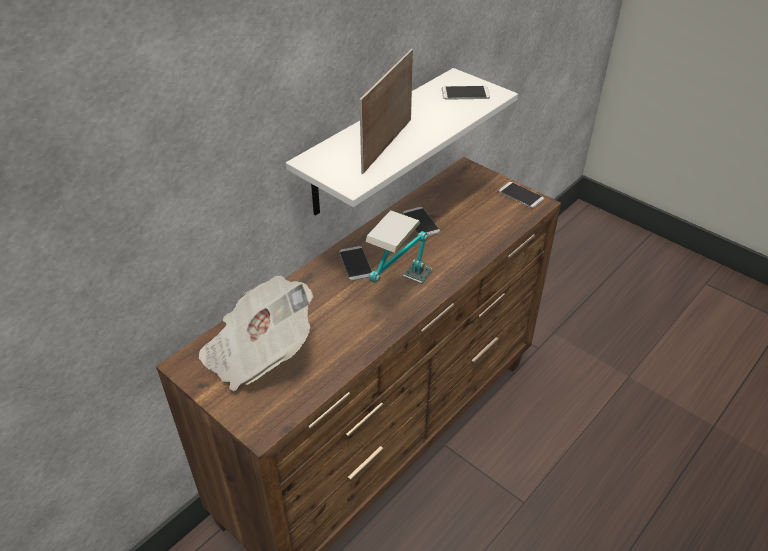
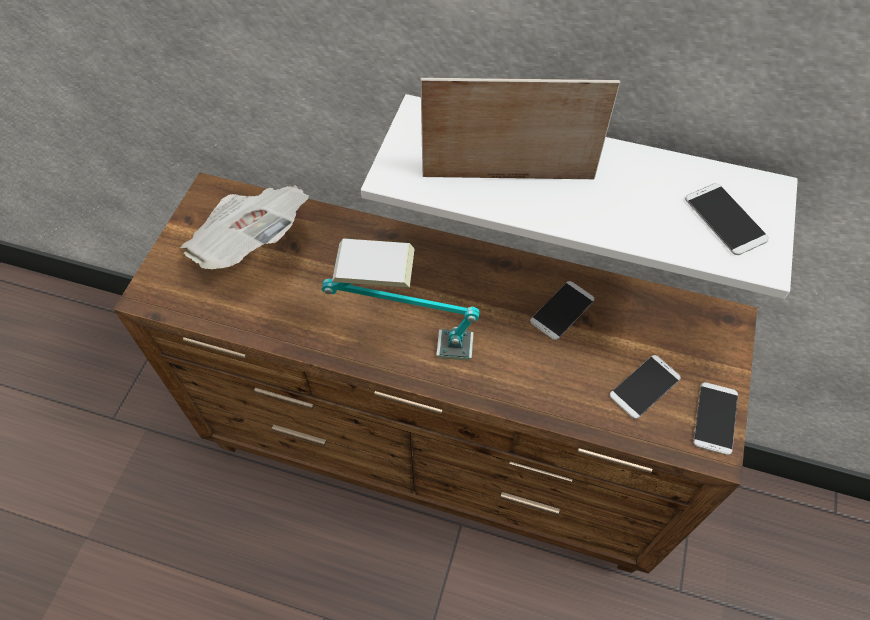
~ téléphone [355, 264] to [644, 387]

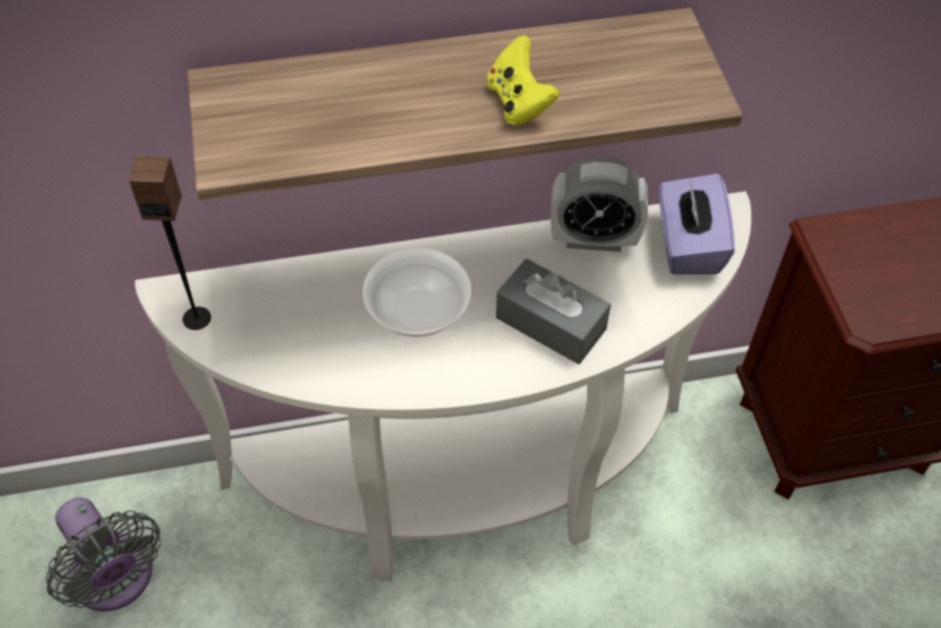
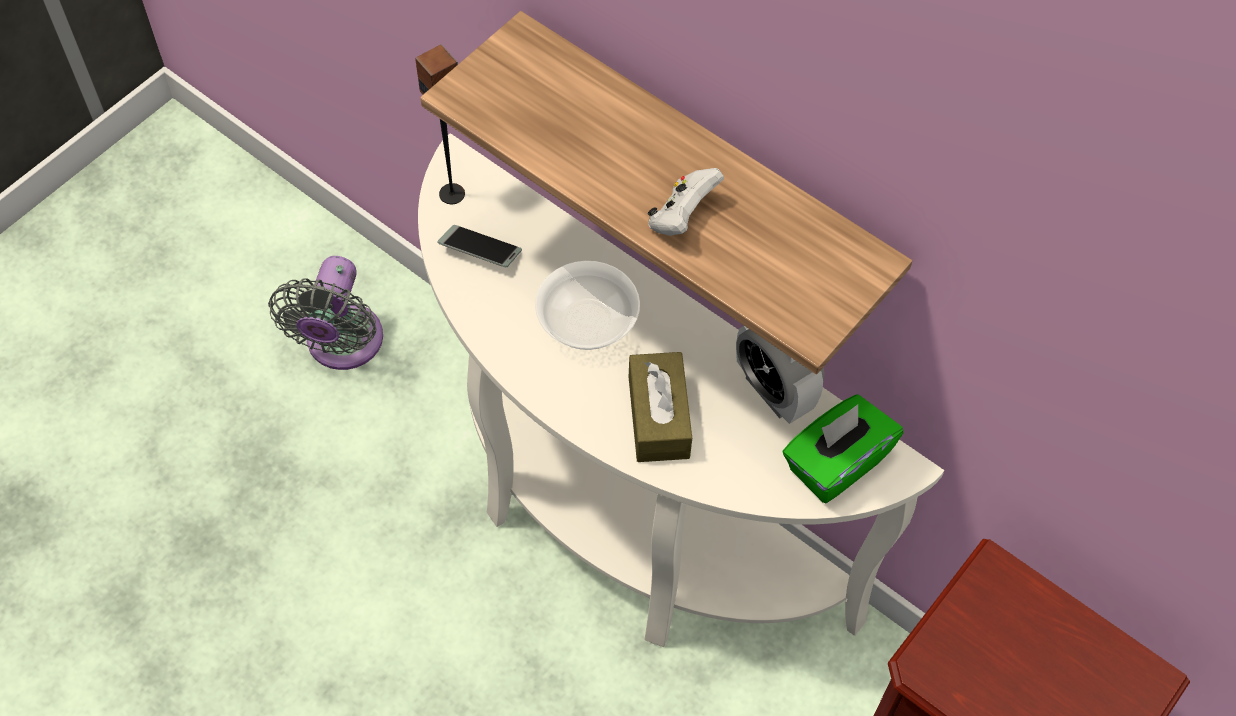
~ manette (jaune) [518, 102] to manette (blanc) [682, 217]
~ boîte à mouchoirs (gris) [550, 323] to boîte à mouchoirs (marron) [658, 417]
~ boîte à mouchoirs (violet) [688, 245] to boîte à mouchoirs (vert) [836, 463]
+ téléphone [480, 251]

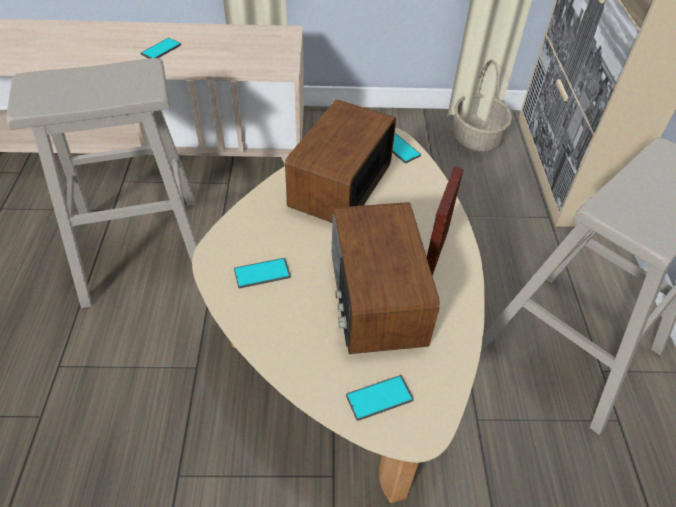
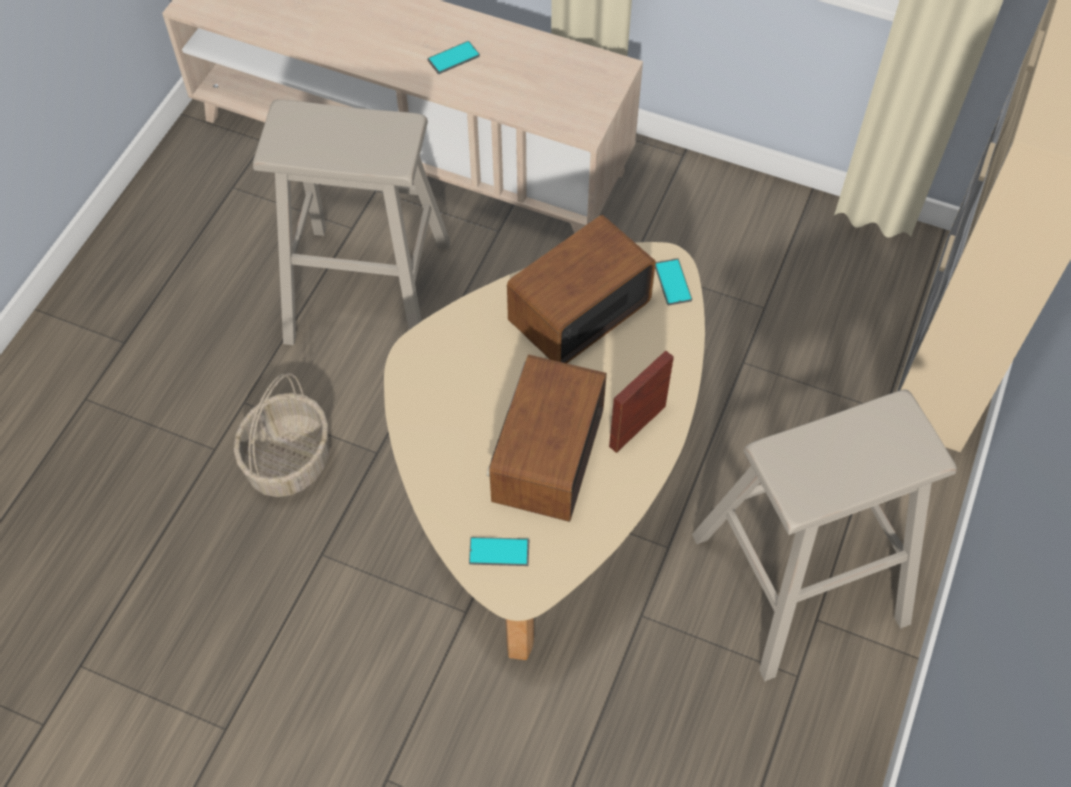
- téléphone [262, 273]
~ panier [475, 137] to [288, 460]

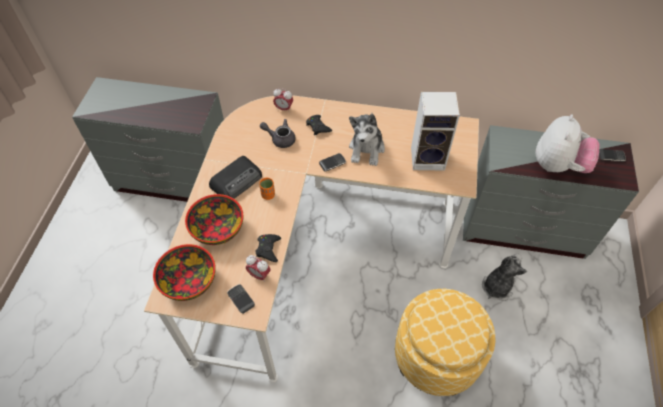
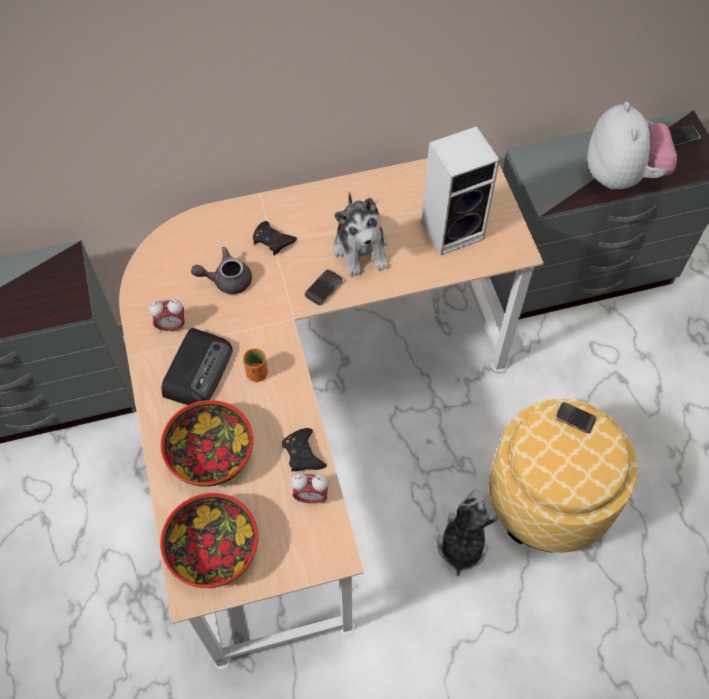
~ téléphone [241, 299] to [574, 419]
~ réveil [284, 108] to [171, 326]
~ peluche [497, 286] to [462, 543]

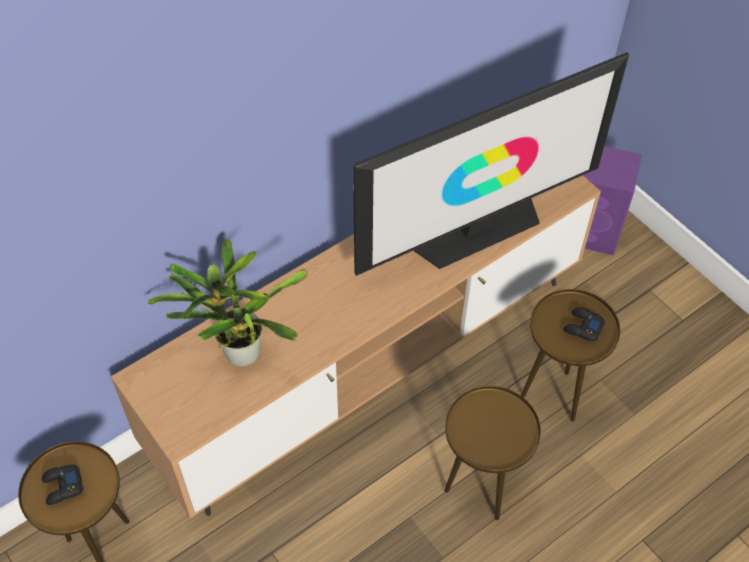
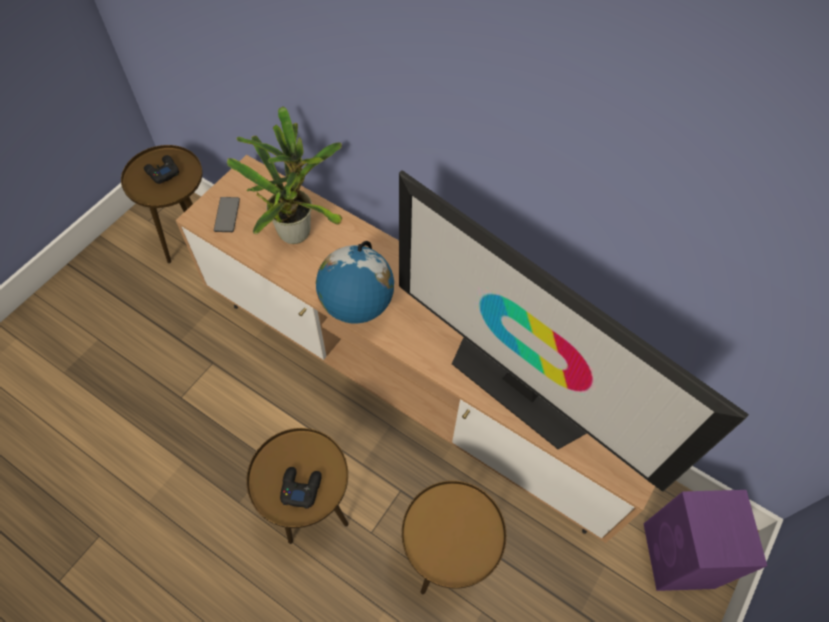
~ manette (noir) [582, 327] to [300, 488]
+ téléphone [227, 215]
+ globe [357, 313]

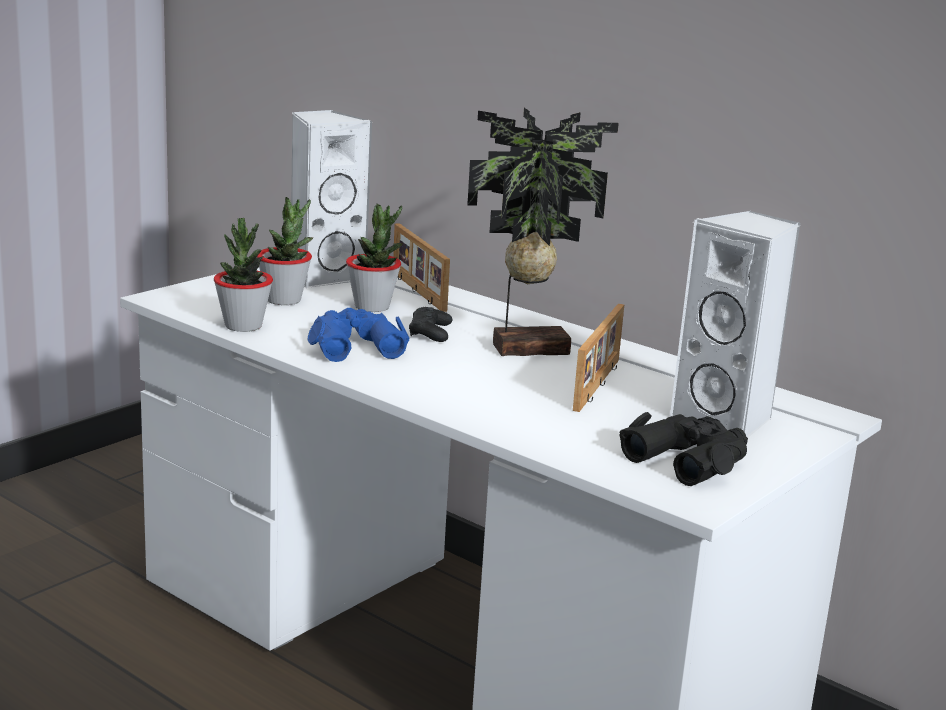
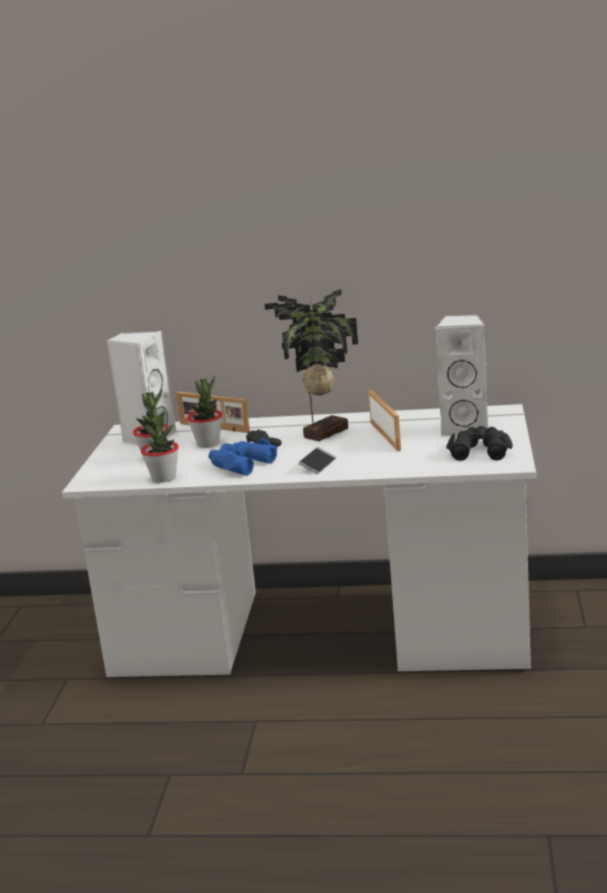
+ téléphone [318, 465]

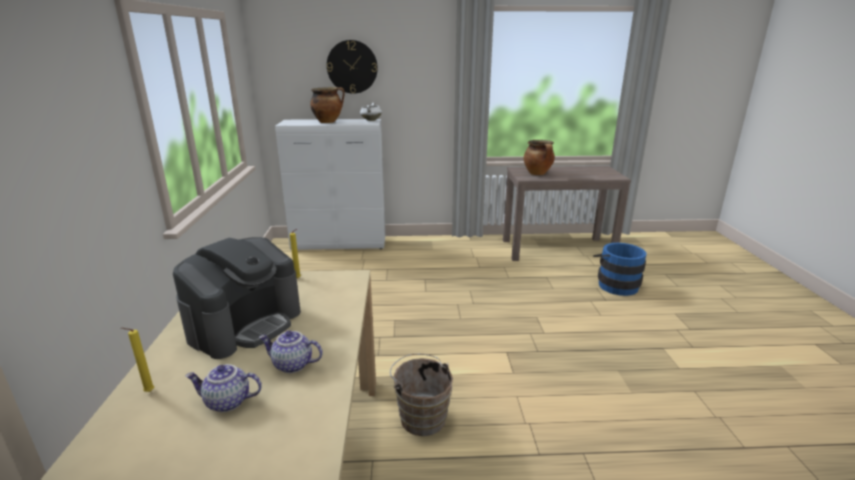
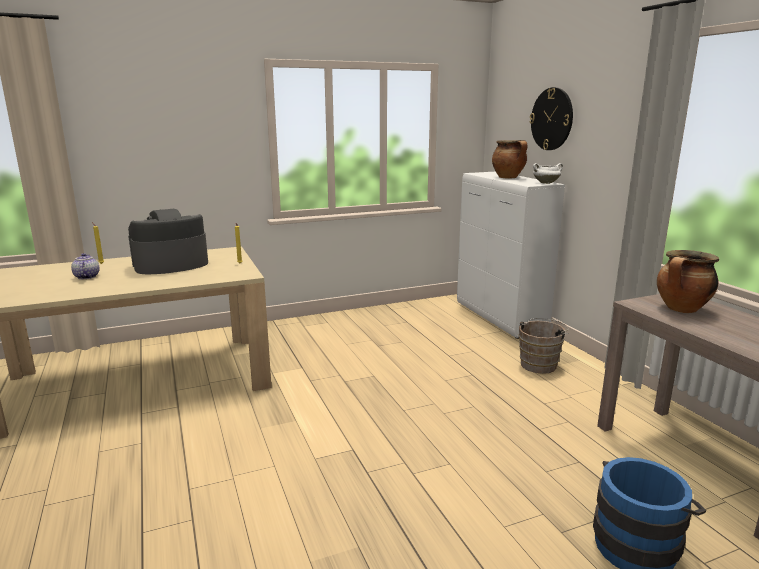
~ machine à café [245, 324] = [170, 265] 135 degrees clockwise
- théière [292, 365]
~ seau (marron) [421, 416] to [539, 364]

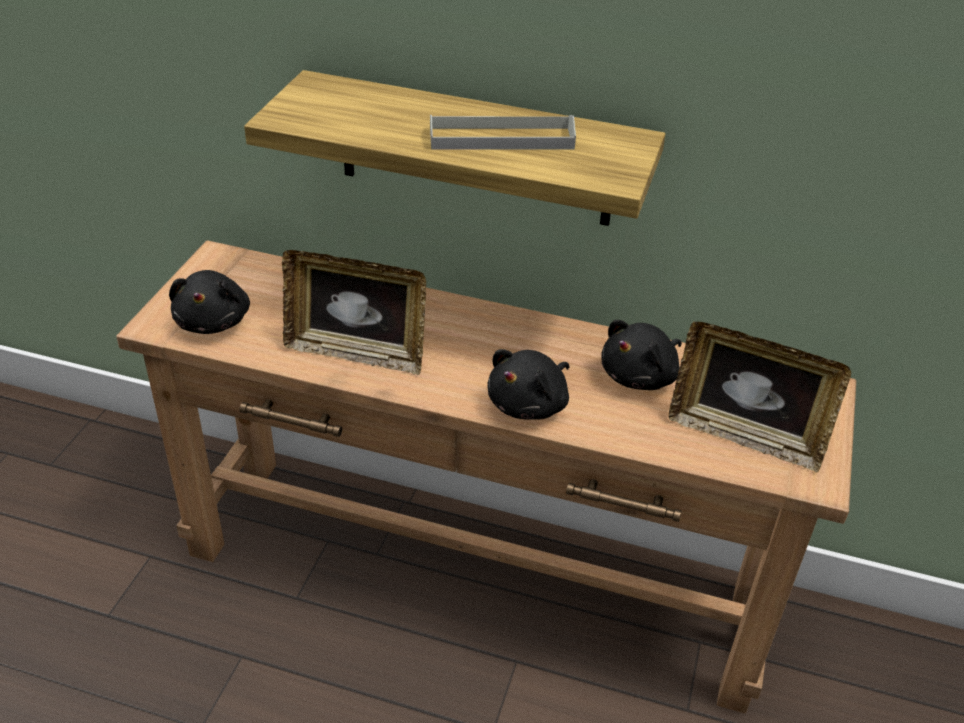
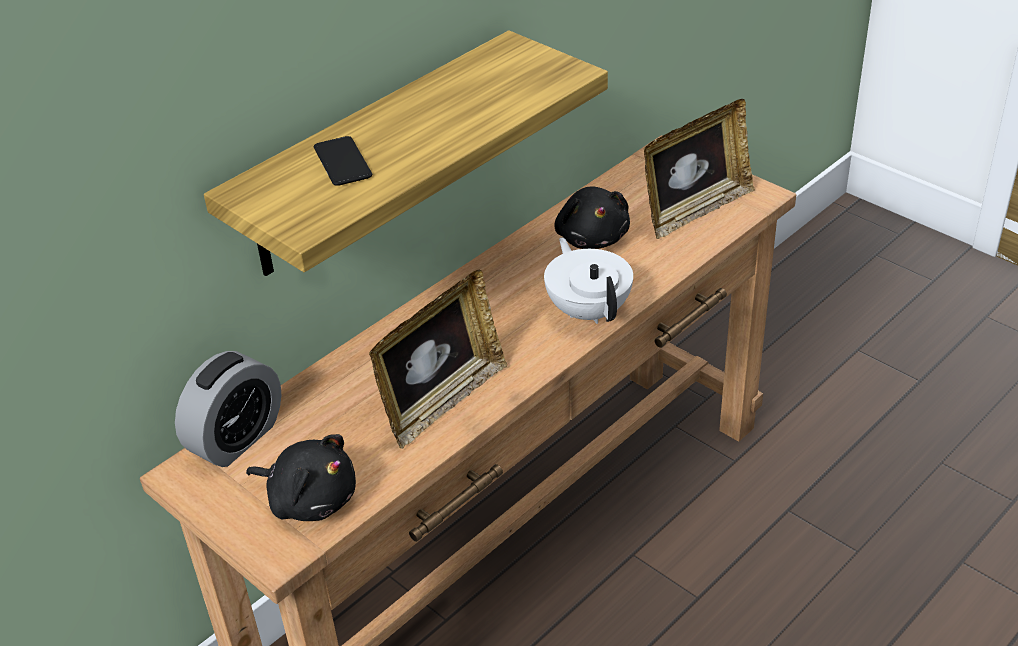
- plateau (gris) [501, 138]
~ peluche (noir) [530, 404] to théière (blanc) [589, 310]
+ réveil [236, 439]
+ téléphone [342, 162]

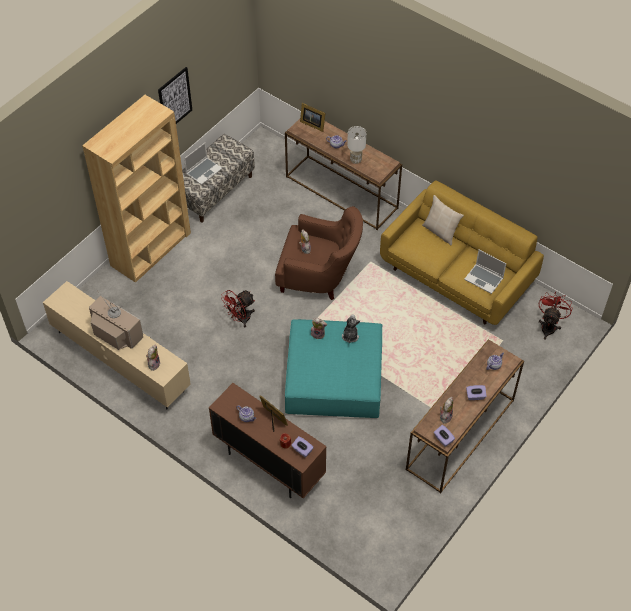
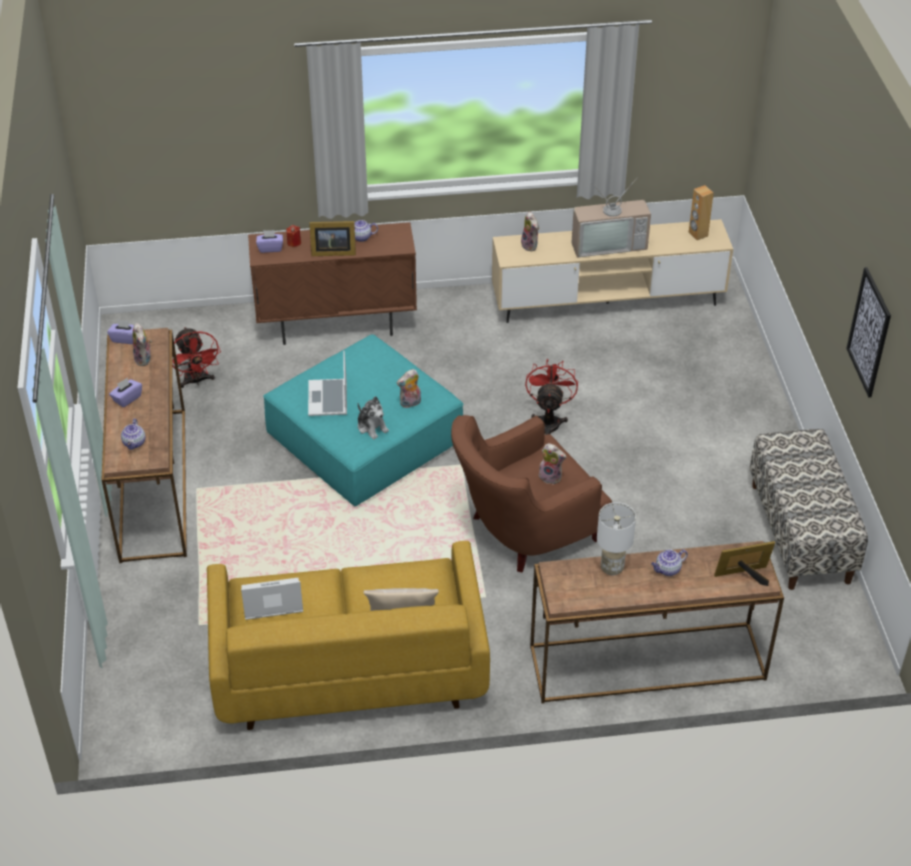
- bibliothèque (marron) [151, 249]
~ ordinateur portable [204, 171] to [329, 399]
~ ventilateur (rouge) [549, 326] to [196, 381]
+ enceinte (marron) [698, 234]

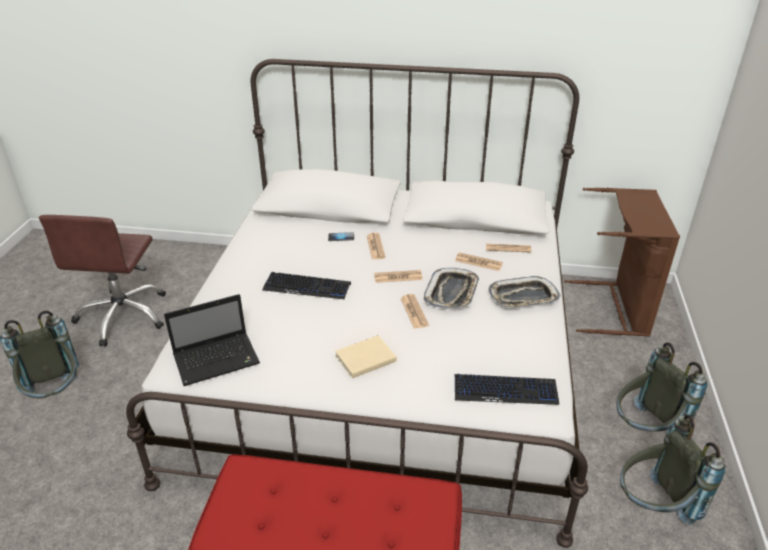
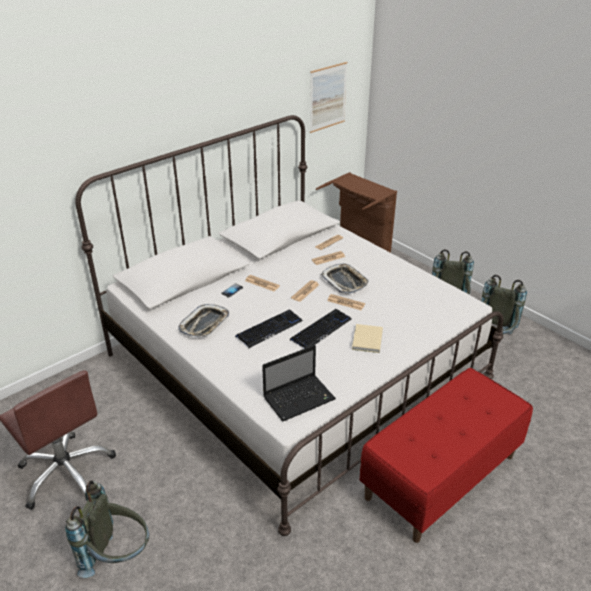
~ ordinateur portable [218, 359] = [300, 398] 45 degrees clockwise
~ clavier [505, 390] to [321, 329]
~ plateau [523, 297] to [205, 324]
+ tableau [328, 97]

